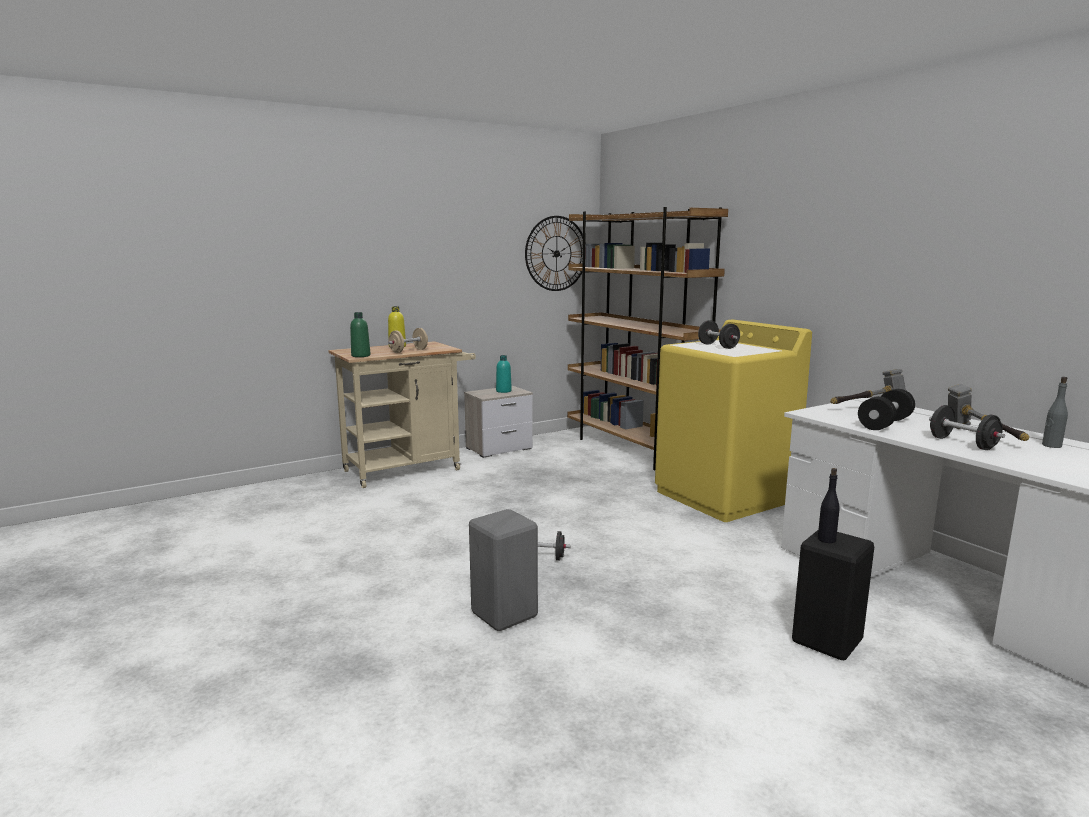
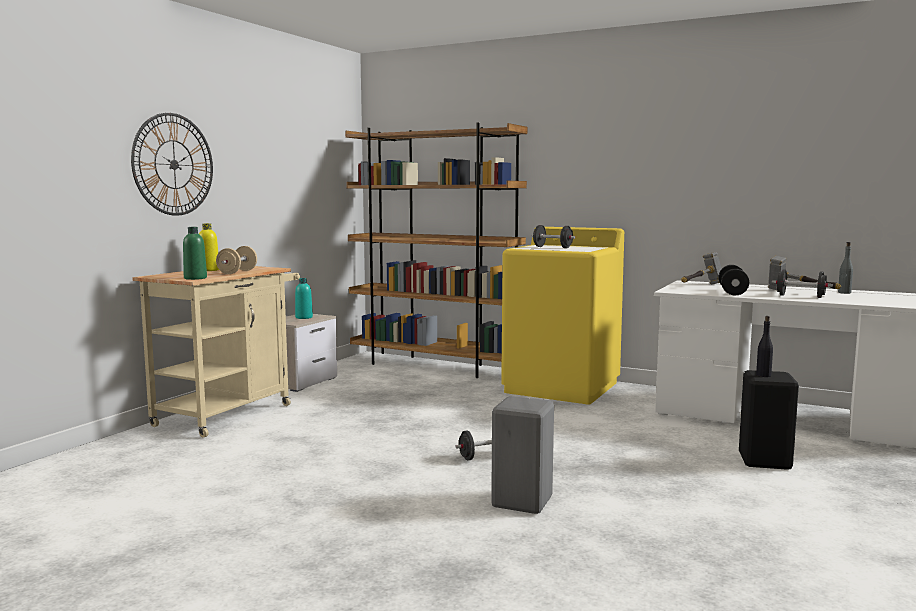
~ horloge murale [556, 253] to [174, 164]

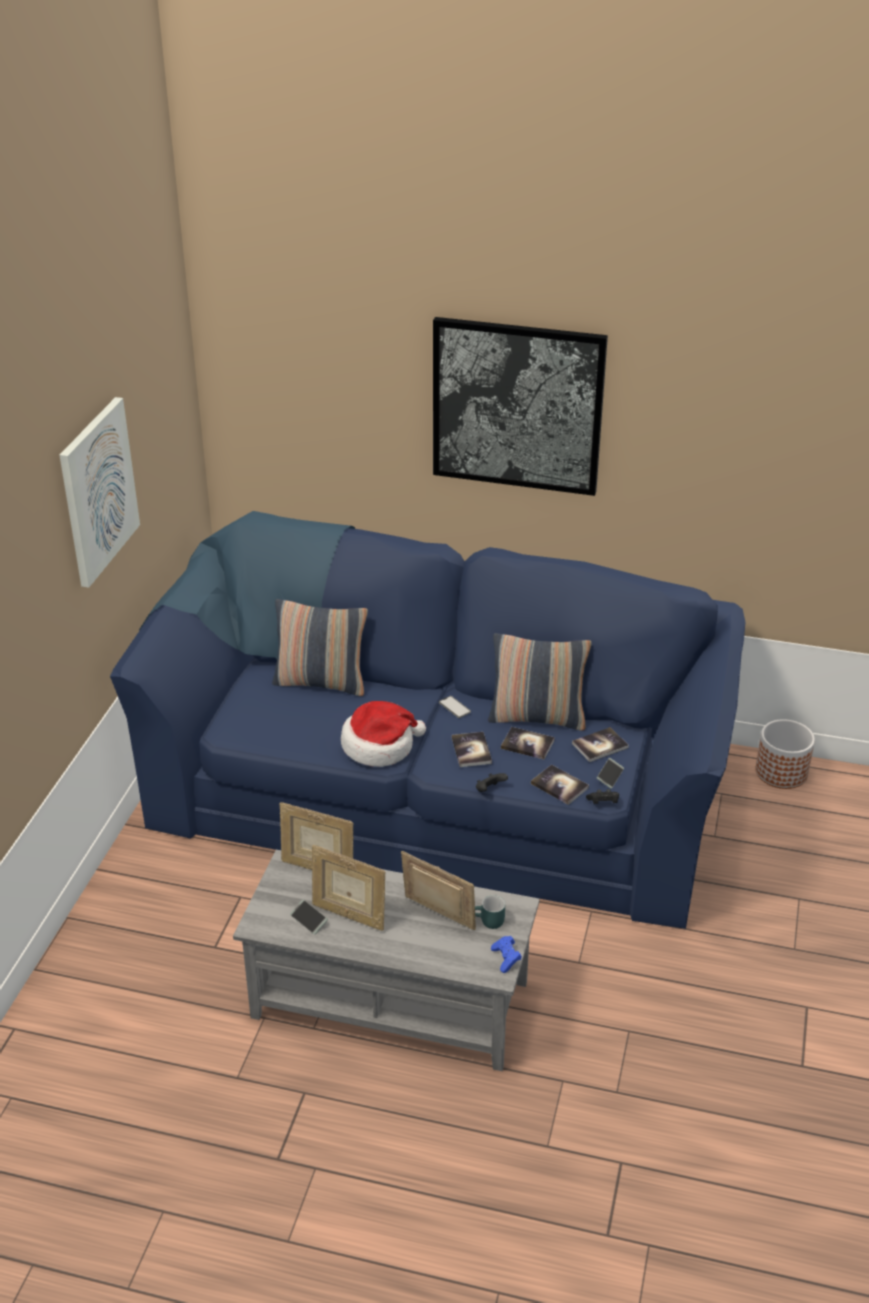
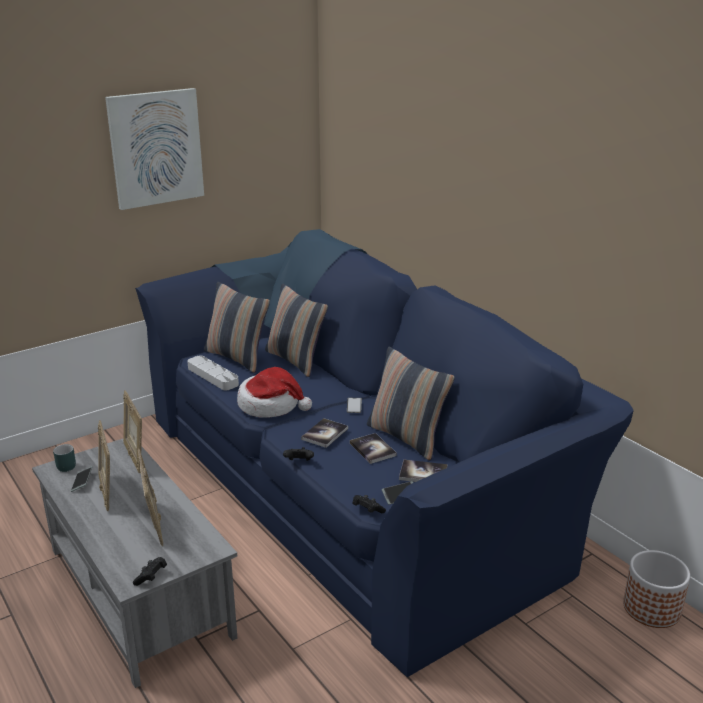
- tableau [517, 406]
~ mug (turquoise) [488, 922] to [63, 466]
~ manette (bleu) [506, 959] to manette (noir) [151, 577]
- livre [559, 786]
+ plateau (gris) [212, 376]
+ coussin [237, 358]

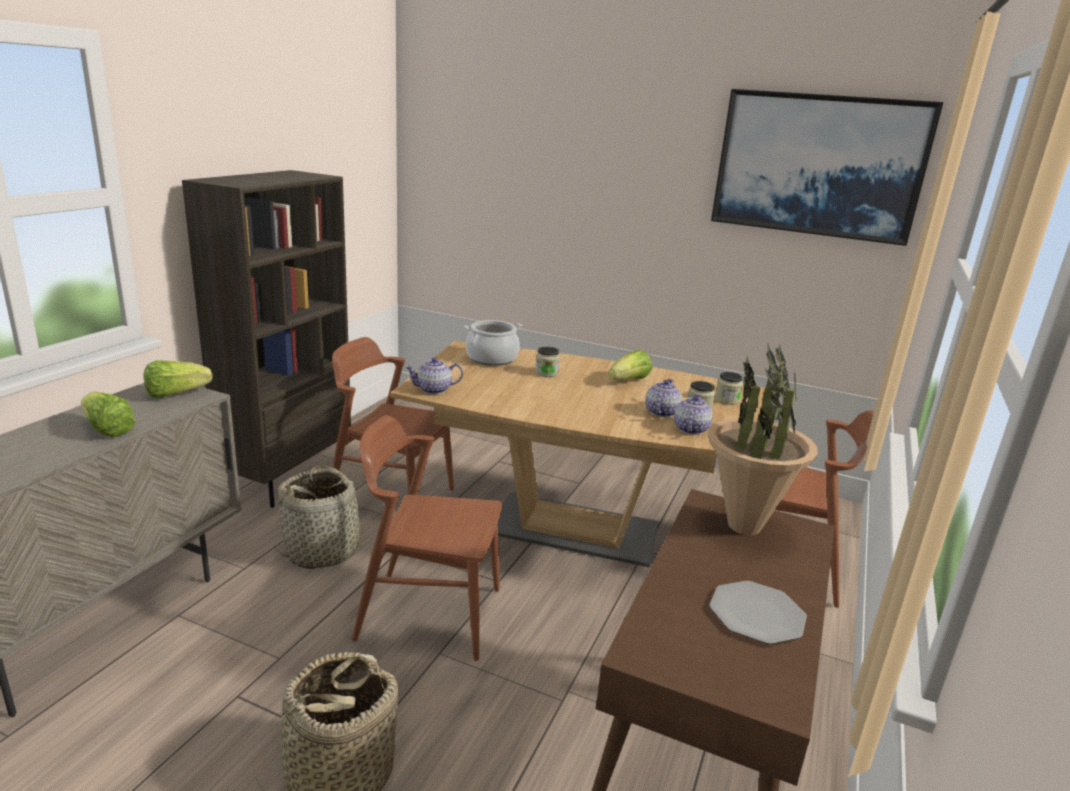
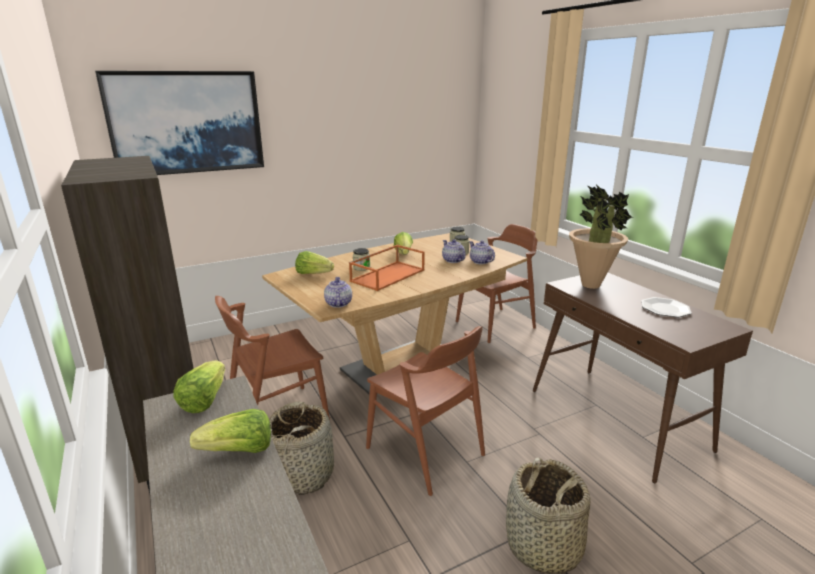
~ chaise (marron) [429, 613] = [425, 451] 90 degrees counterclockwise
~ théière [434, 390] = [338, 304] 150 degrees clockwise
~ marmite [491, 358] to laitue [313, 274]
~ tableau [818, 165] to [186, 122]
+ plateau (orange) [388, 275]

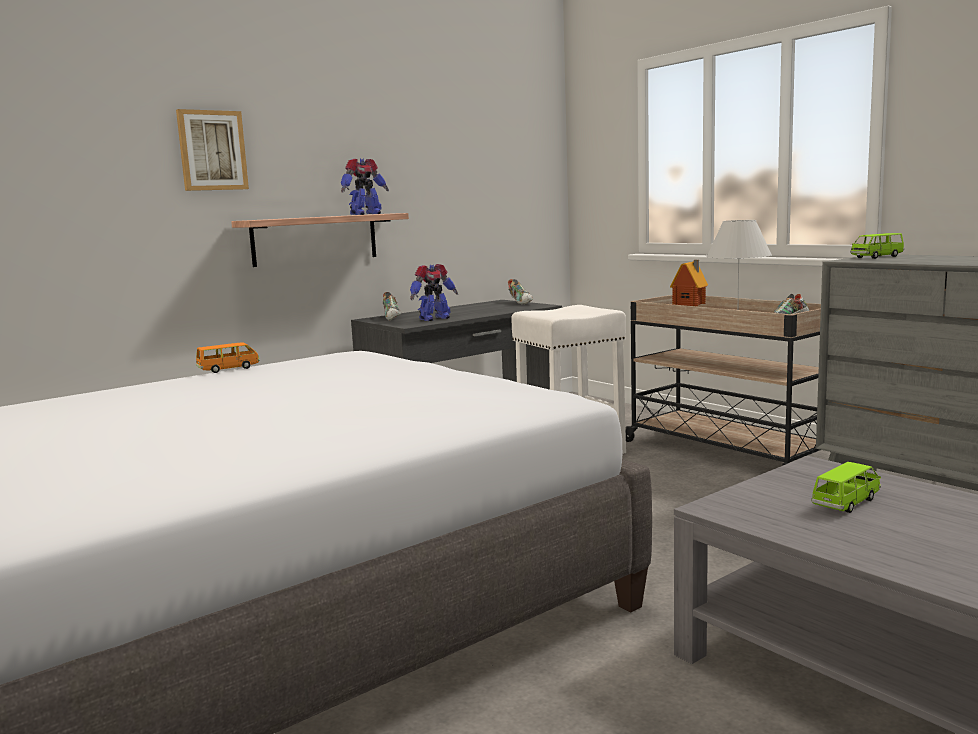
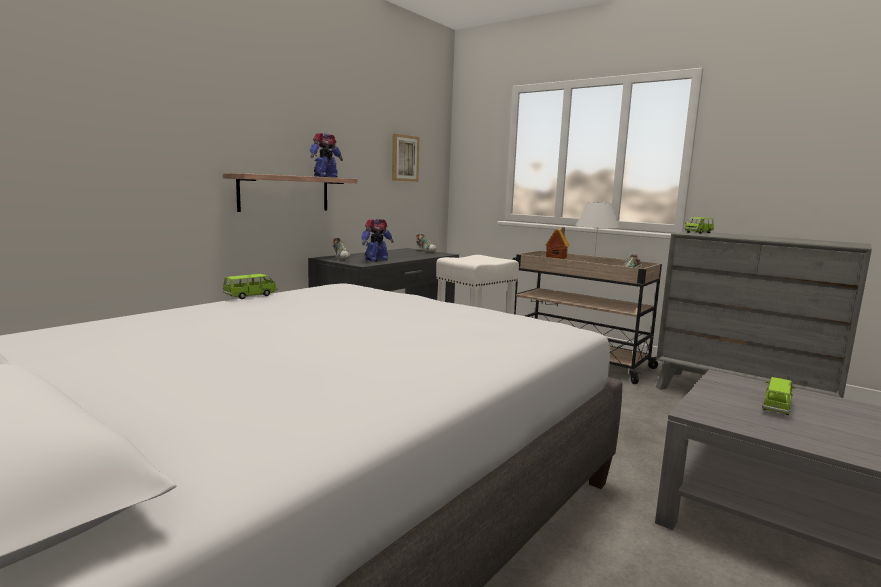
~ tableau [212, 150] to [404, 158]
~ petite voiture (orange) [229, 369] to petite voiture (vert) [250, 296]

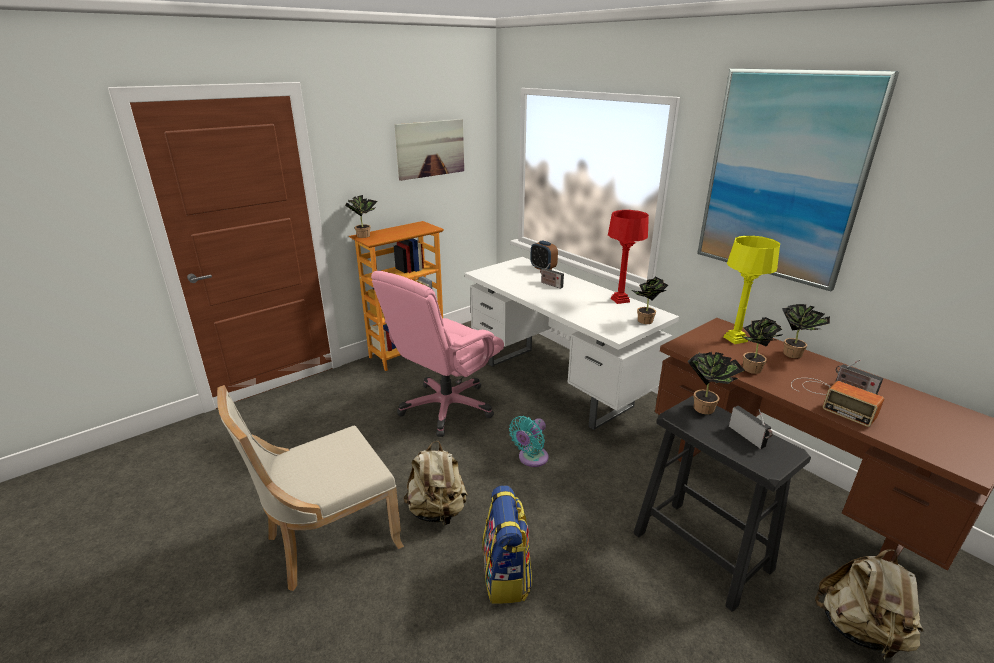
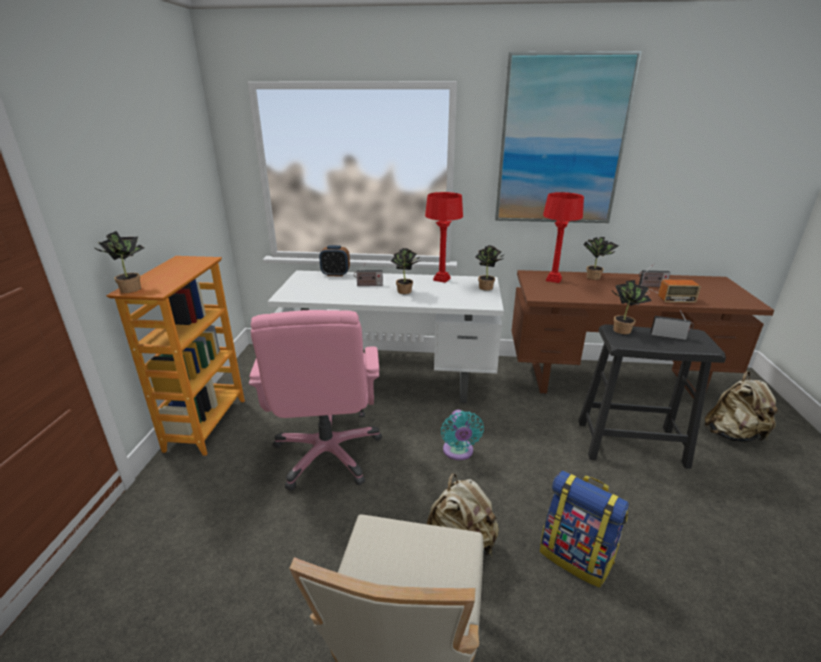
- tableau [430, 149]
~ lampe de table (jaune) [735, 339] to lampe de table (rouge) [553, 279]
~ plante en pot [753, 370] to [406, 292]

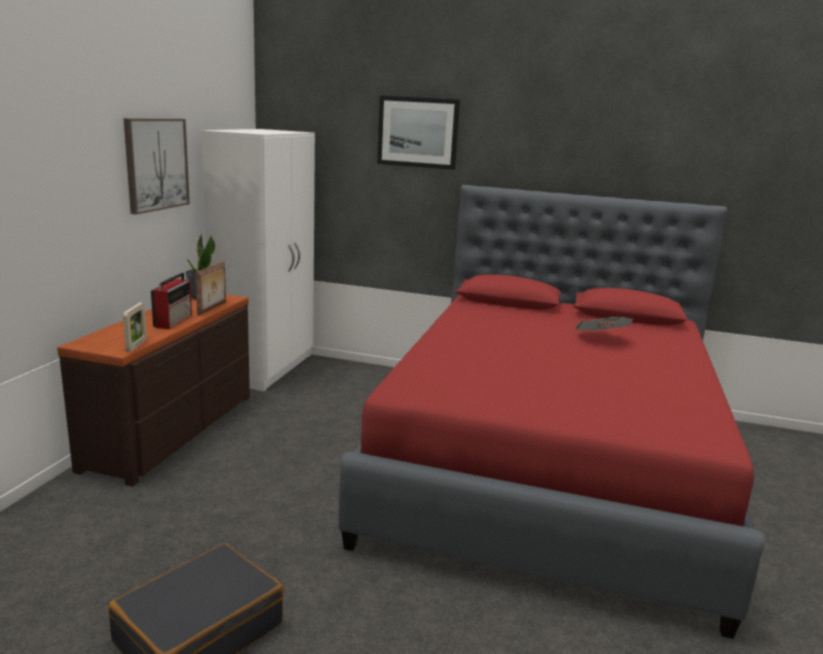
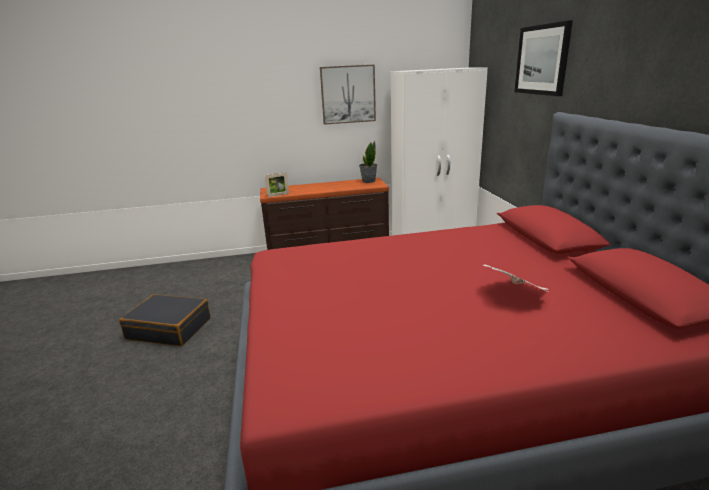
- radio [174, 320]
- cadre photo [213, 308]

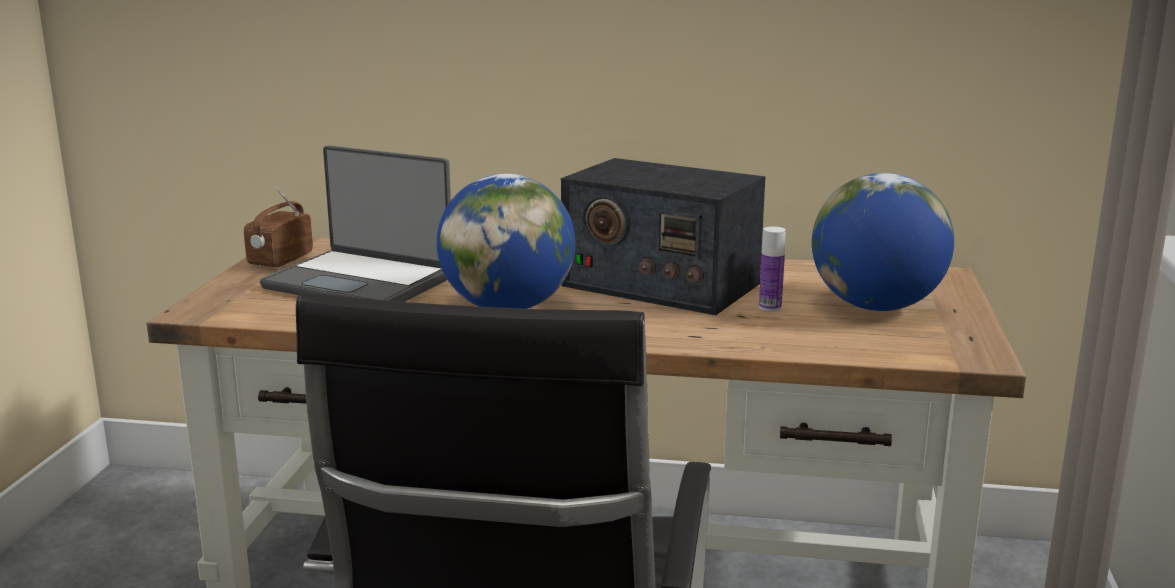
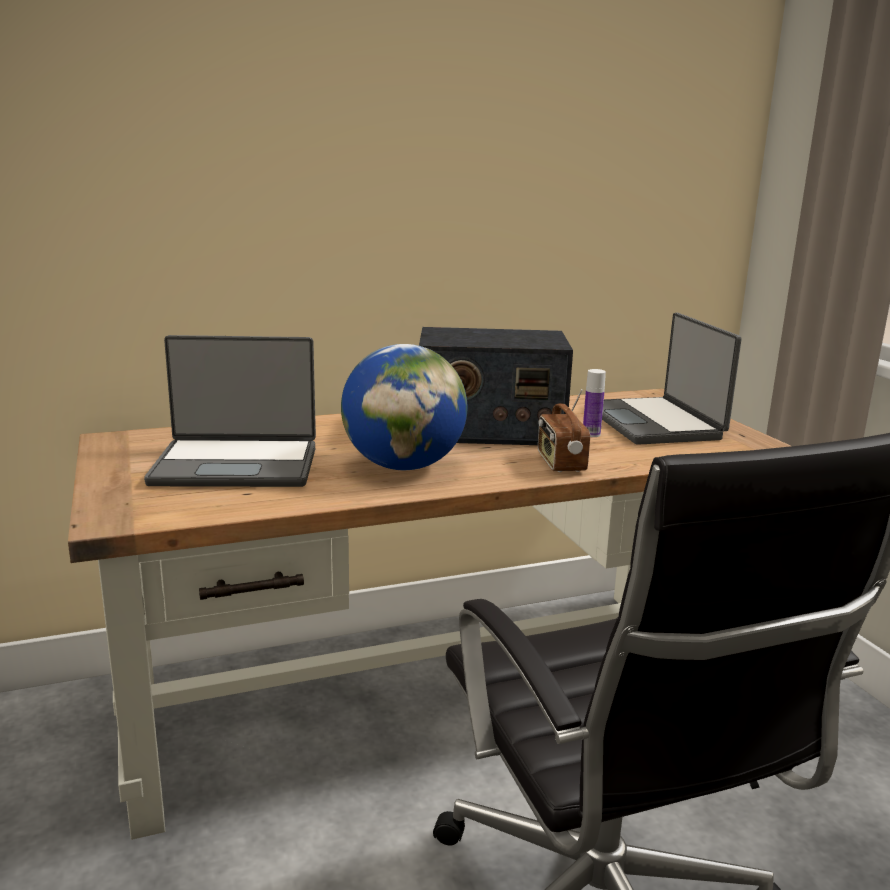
~ radio [280, 260] to [560, 463]
~ globe [876, 307] to ordinateur portable [655, 423]

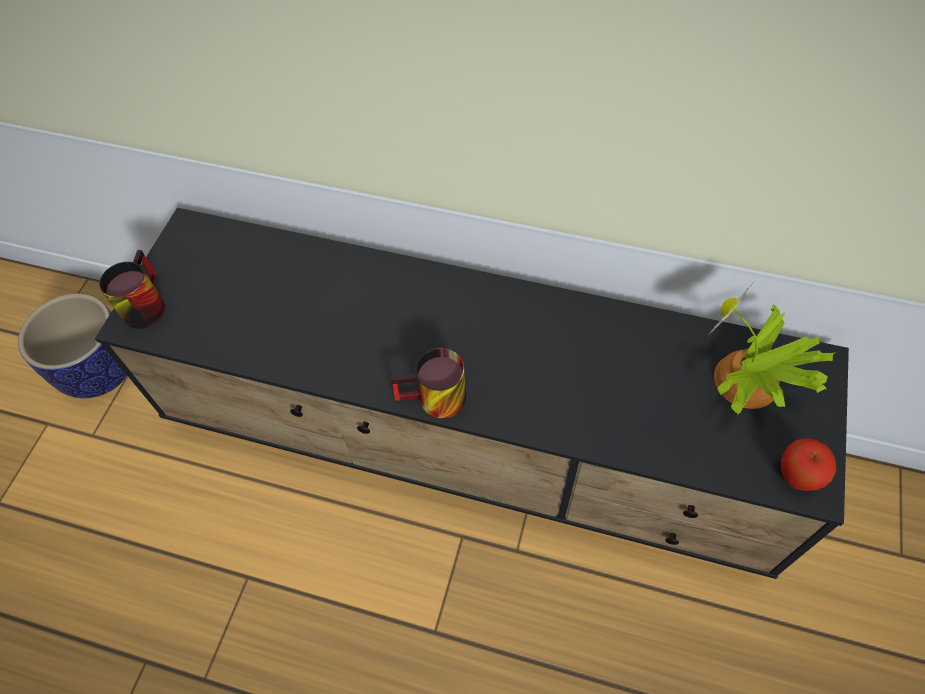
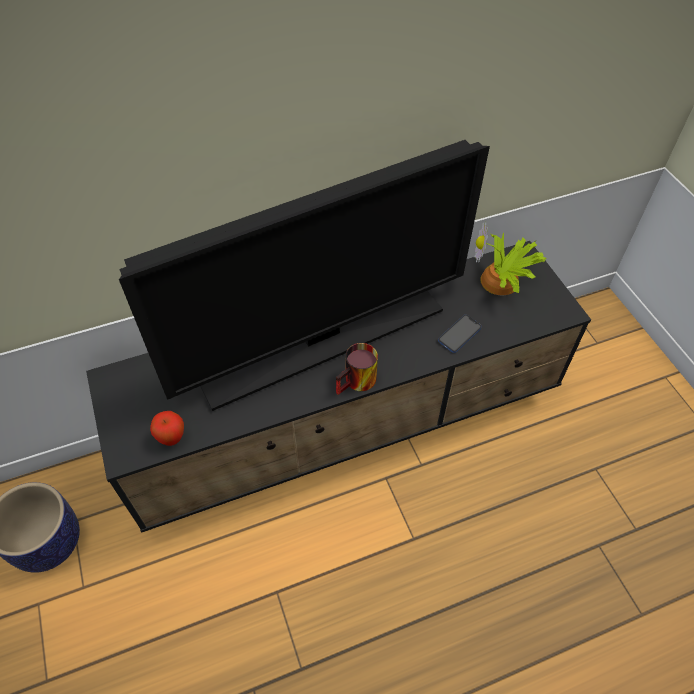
- mug [142, 304]
~ pomme [796, 477] to [172, 438]
+ téléviseur [323, 341]
+ téléphone [459, 334]

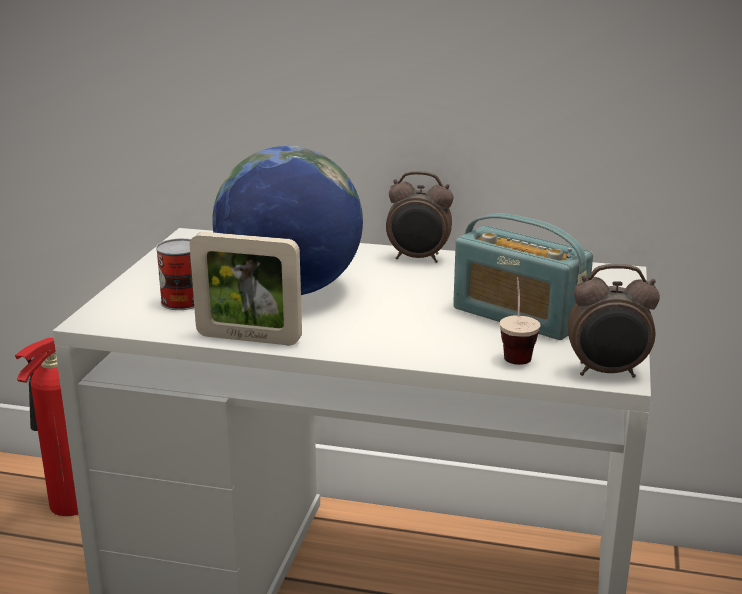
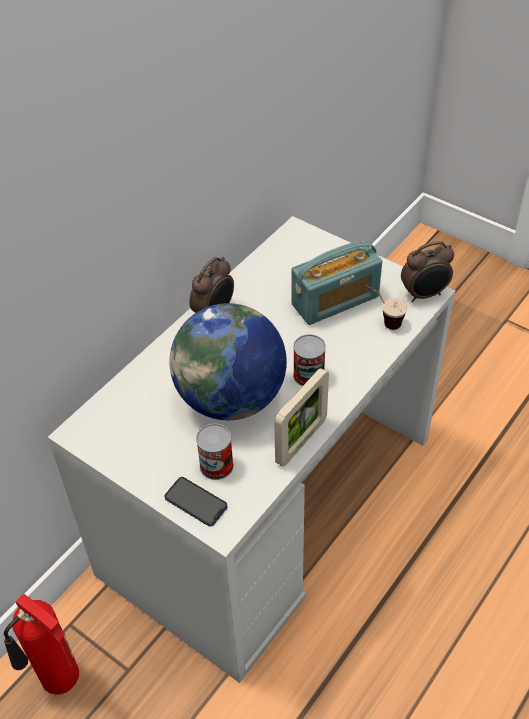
~ réveil [607, 372] = [424, 295] 45 degrees clockwise
+ téléphone [196, 502]
+ boîte métallique [308, 375]

